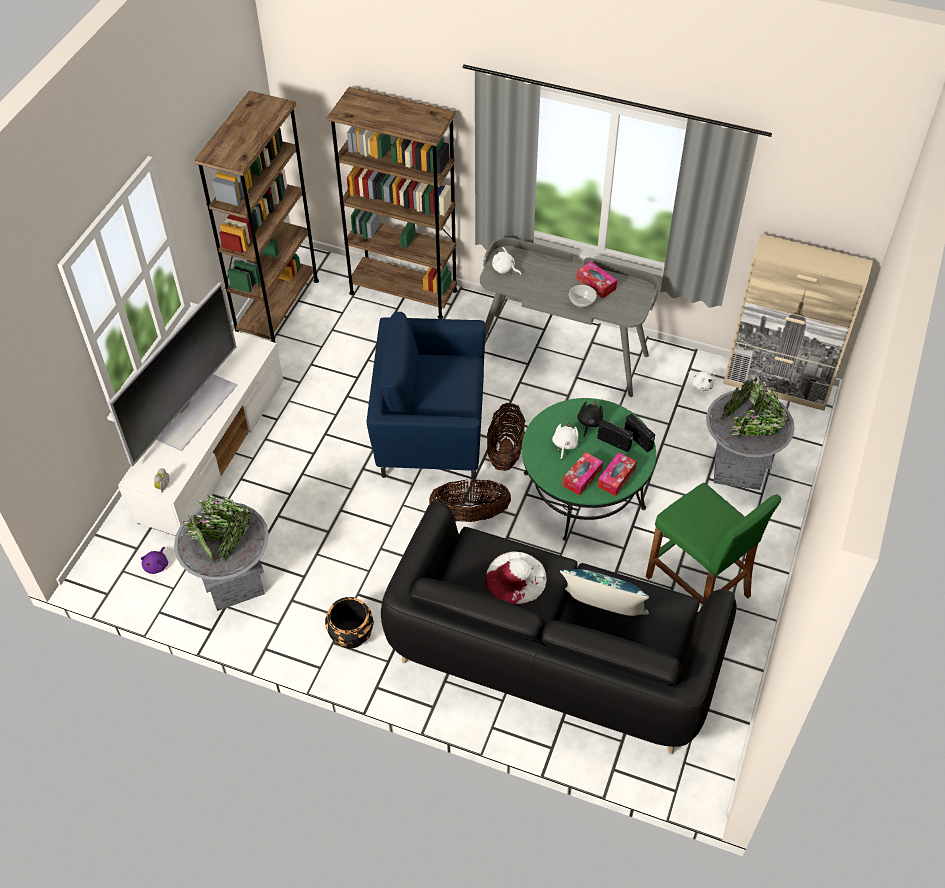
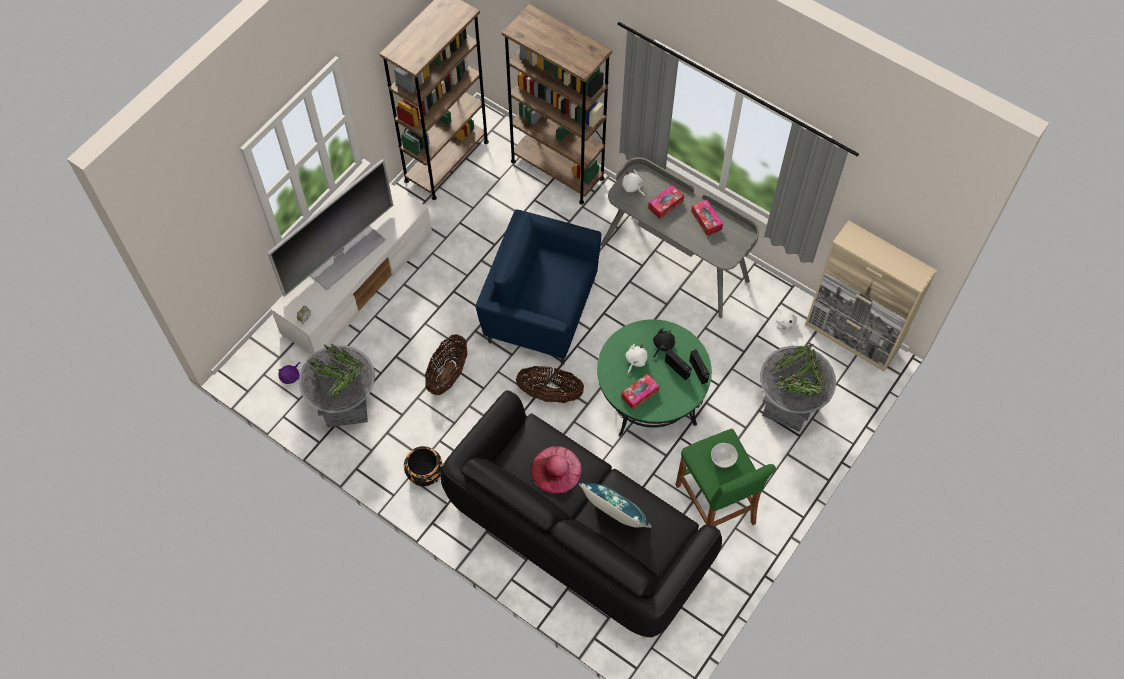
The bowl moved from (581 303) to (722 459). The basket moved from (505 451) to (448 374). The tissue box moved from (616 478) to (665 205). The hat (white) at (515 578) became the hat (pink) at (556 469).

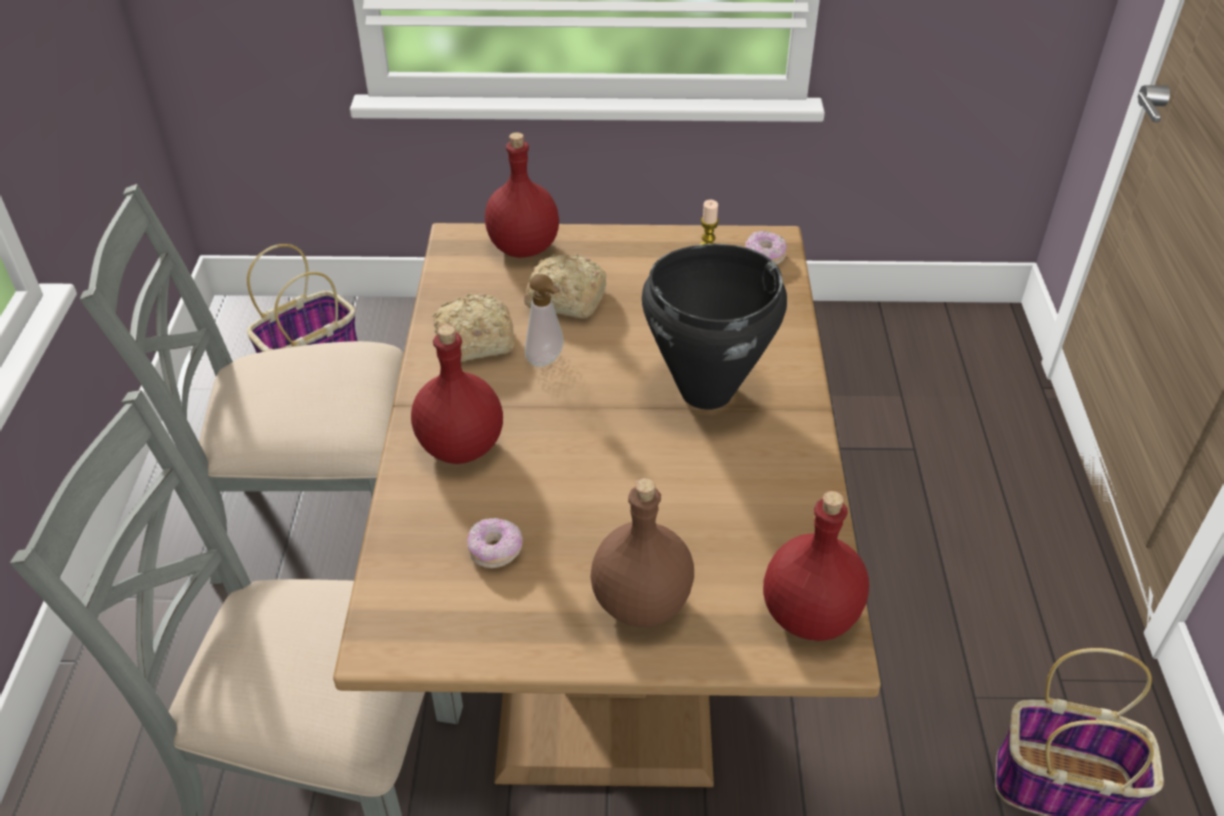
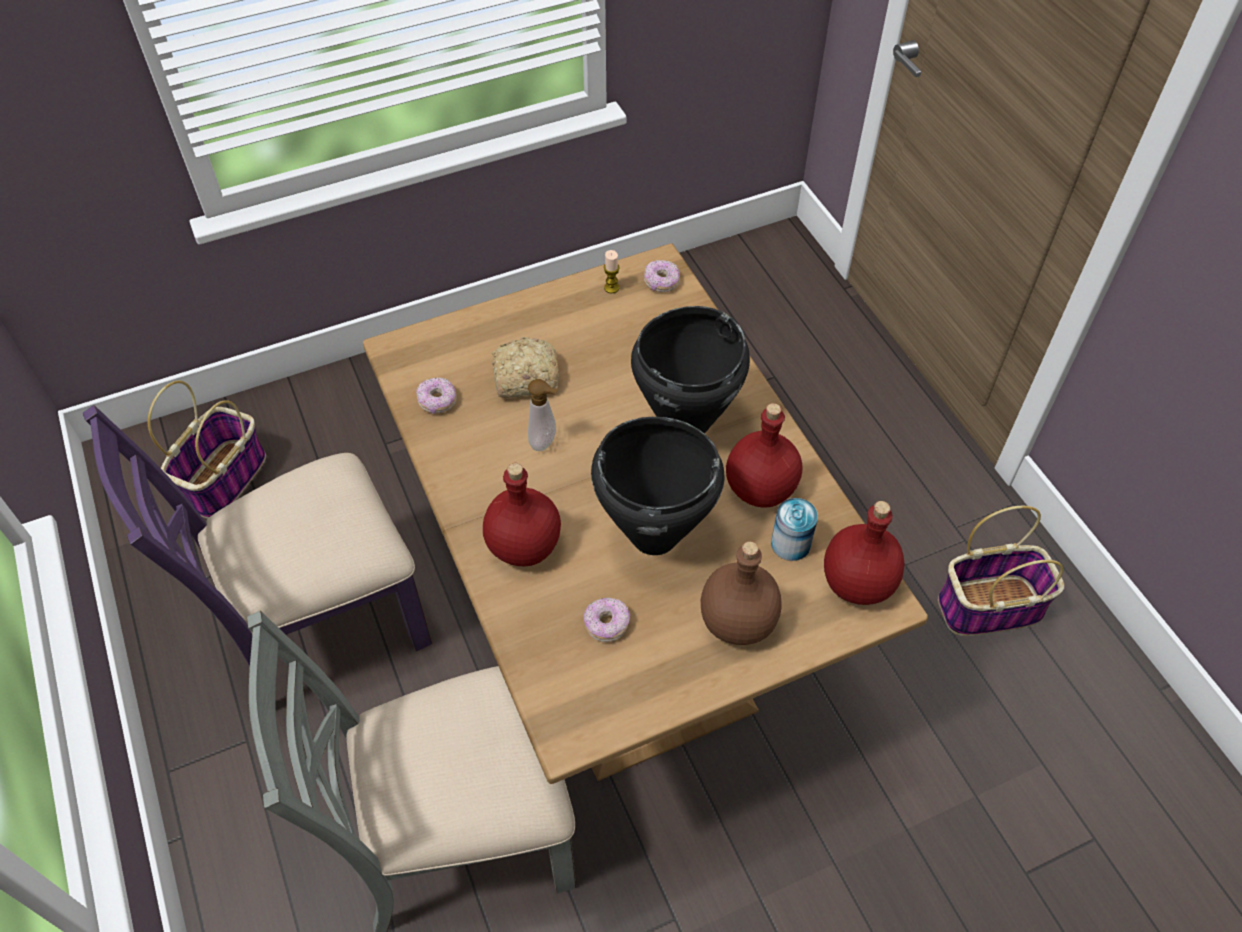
The bottle (red) moved from (523 247) to (759 488). The chair (grey) at (315 519) became the chair (purple) at (318 624). The bread at (472 342) disappeared. The donut at (437 401) appeared. The cooking pot (black) at (653 534) appeared. The can at (790 544) appeared.

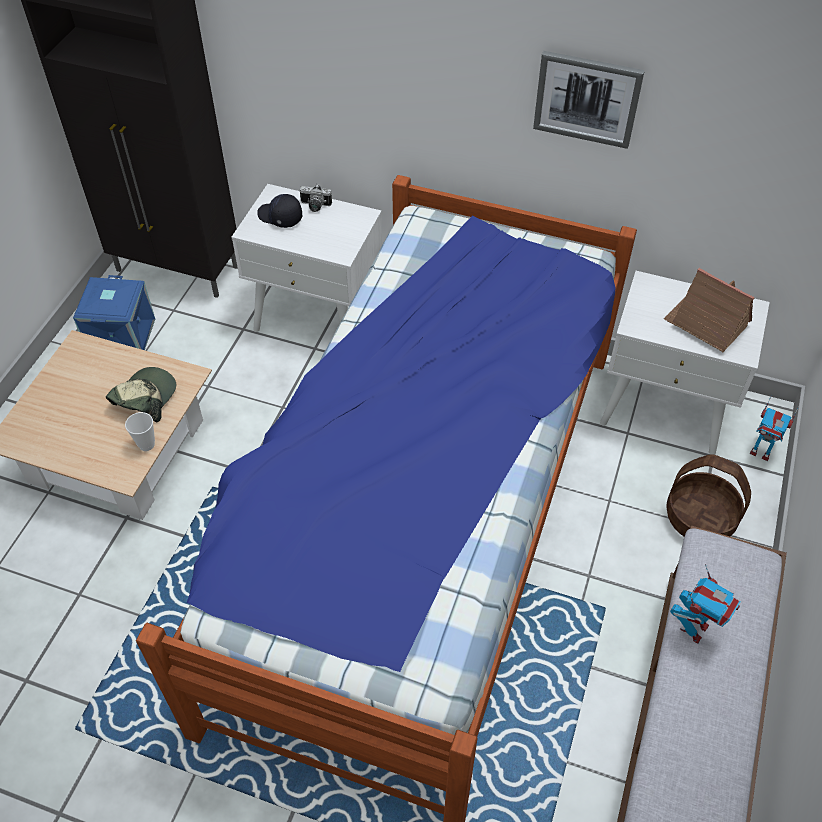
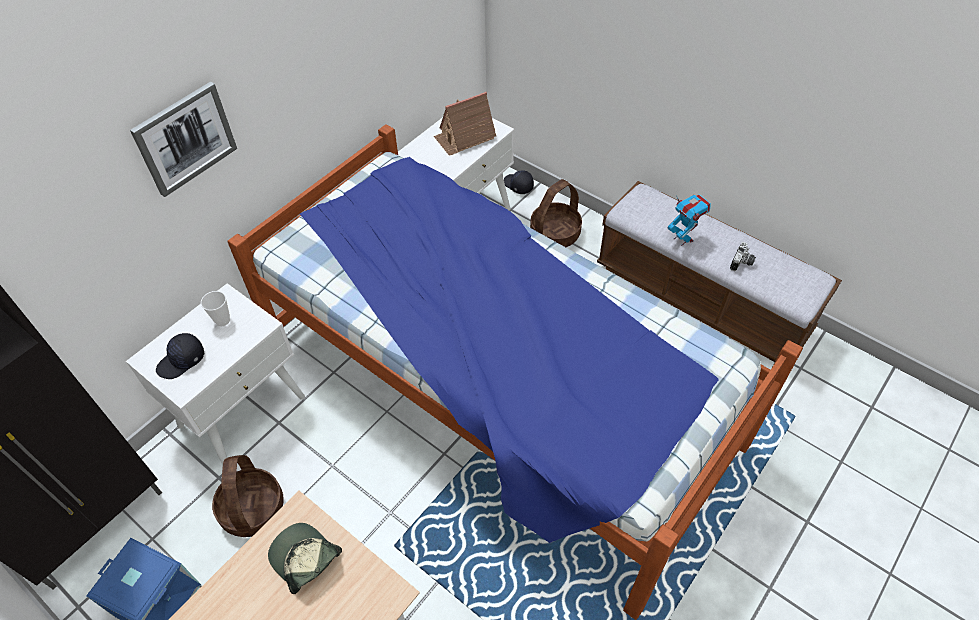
The picture moved from (587 98) to (185 138). The photo camera moved from (315 206) to (742 263). The toy robot at (761 451) was replaced by the cap (black) at (518 185). The cup moved from (146 444) to (222 320). The basket at (252 508) appeared.

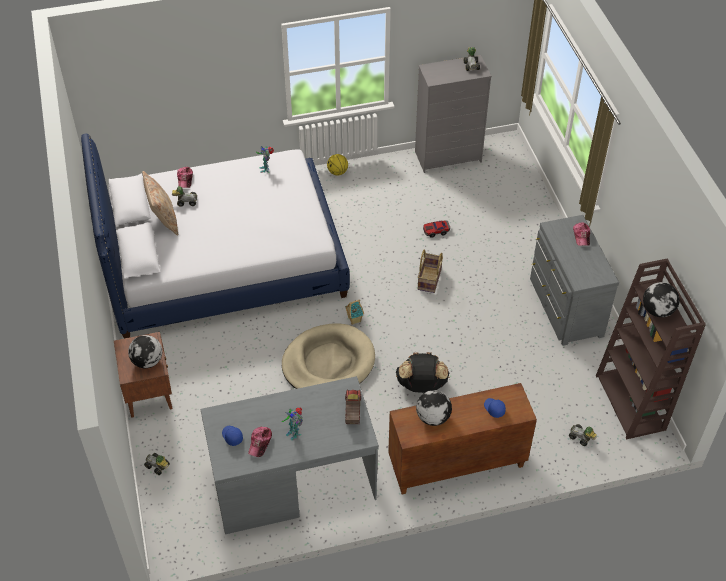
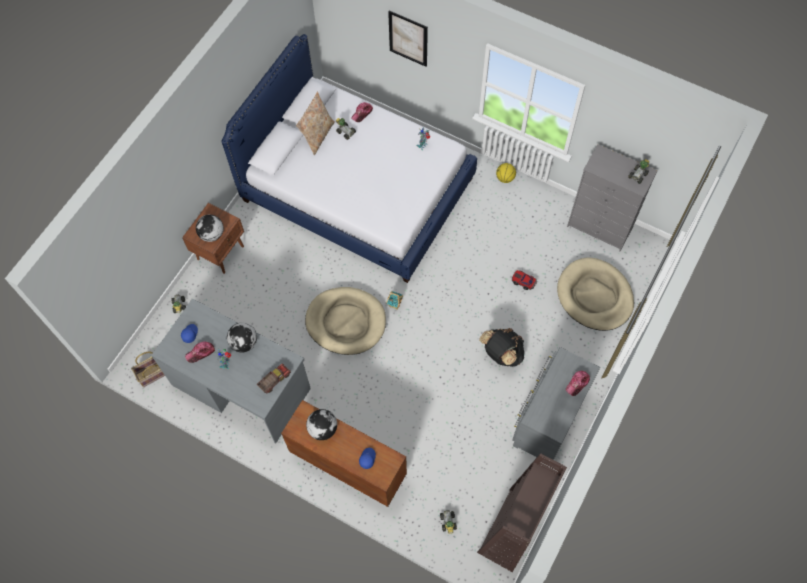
The basket moved from (430 279) to (153 374). The globe moved from (658 310) to (244 343). The backpack (black) moved from (421 385) to (501 354). The picture at (408 38) appeared. The dog bed (beige) at (594 296) appeared.

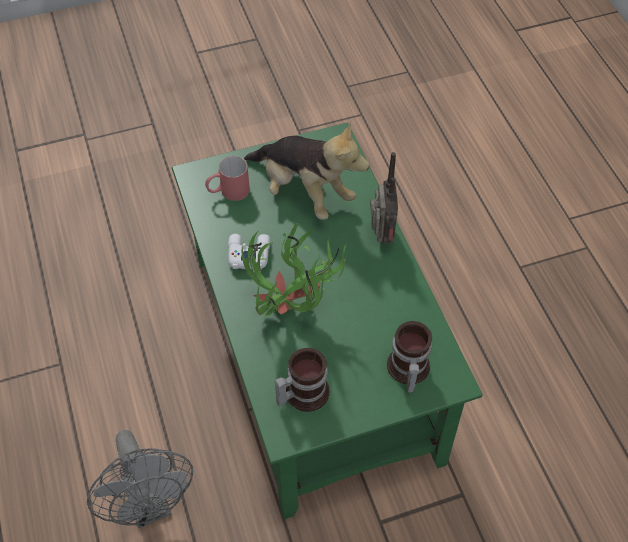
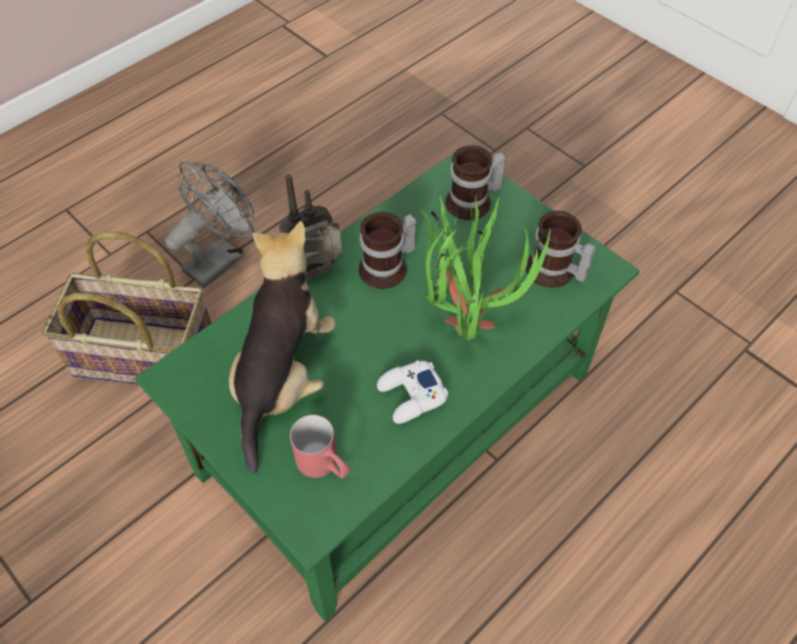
The fan (grey) moved from (150 505) to (221 258). The mug at (388 268) appeared. The basket at (143 357) appeared.

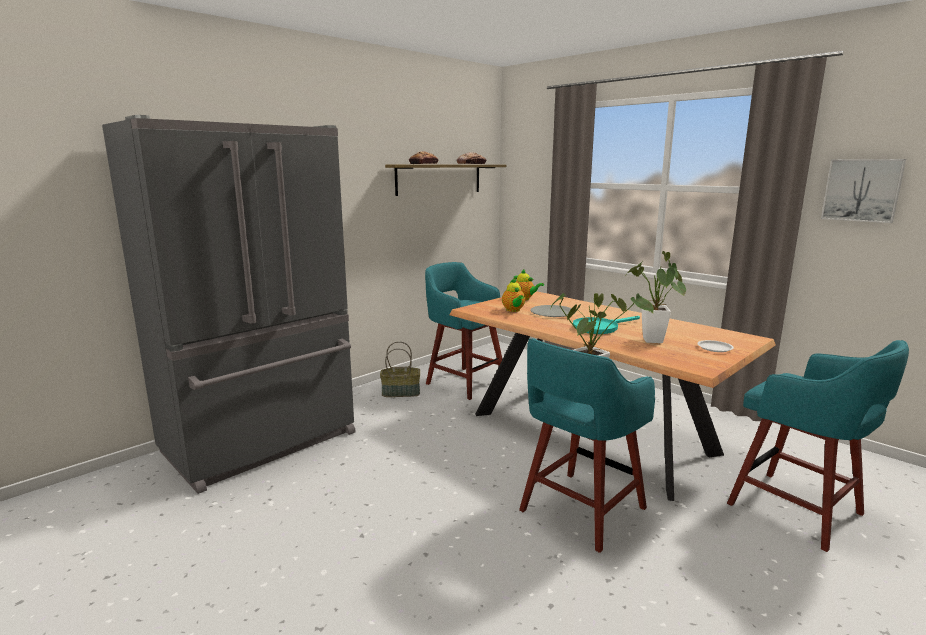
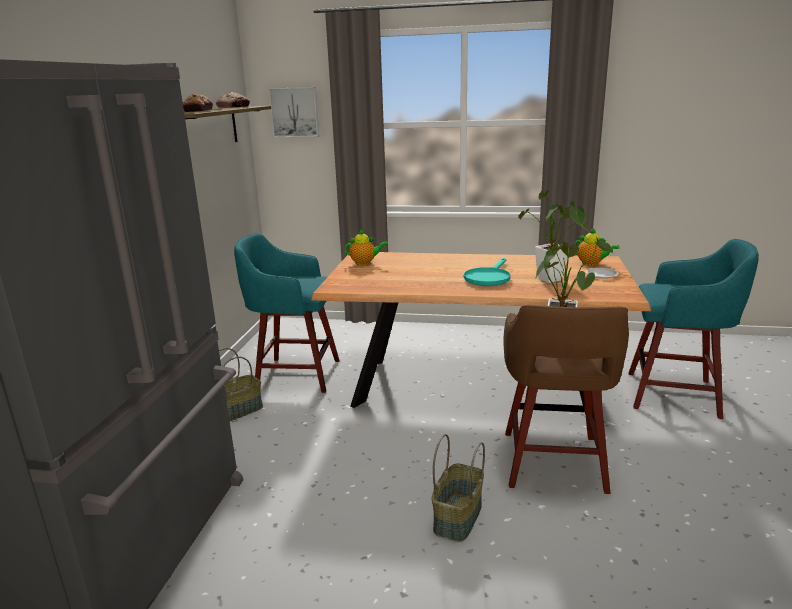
The picture moved from (862 190) to (295 112). The teapot moved from (513 310) to (592 263). The plate (grey) at (552 312) disappeared. The stool (turquoise) at (580 511) became the stool (brown) at (553 463). The basket at (458 518) appeared.

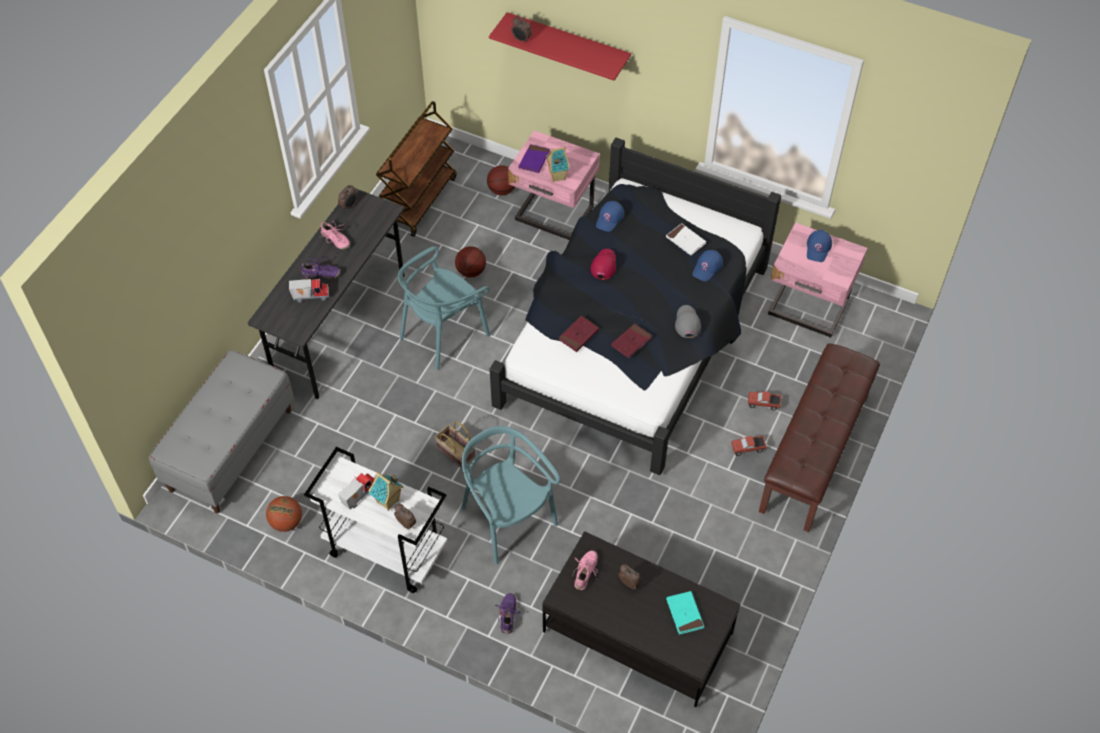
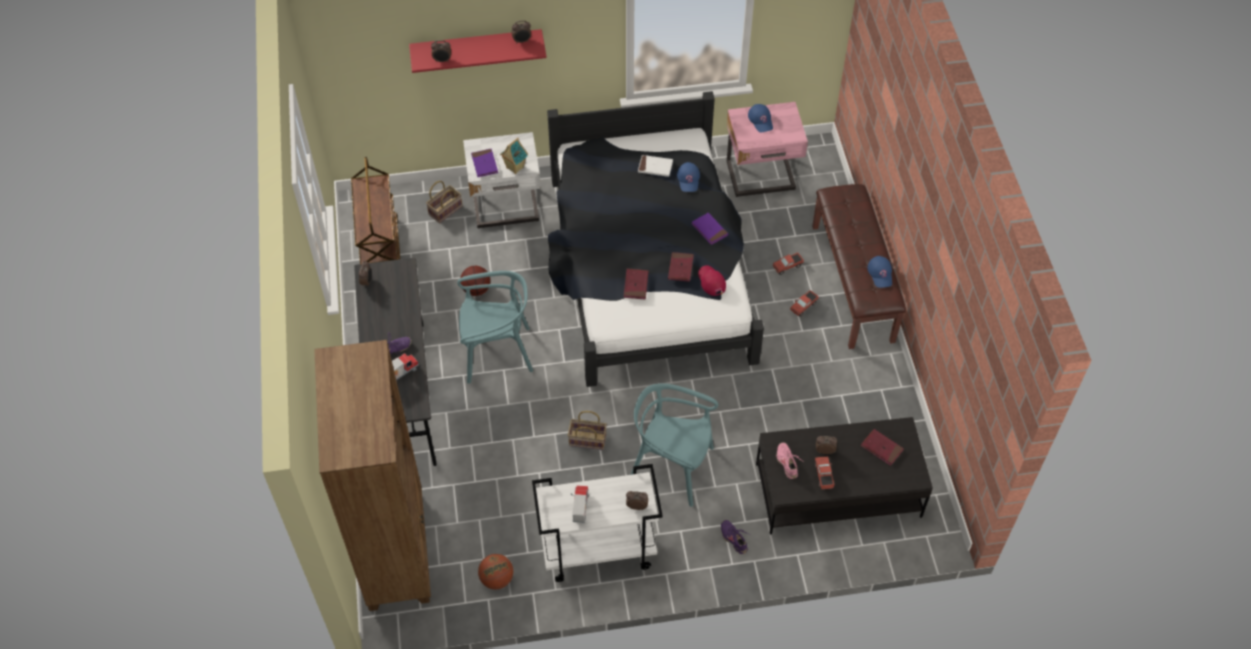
The nightstand (pink) at (553 216) became the nightstand (white) at (506 208). The basketball at (502 190) was replaced by the basket at (445 209). The cap (blue) moved from (609 218) to (880 273). The shoe (pink) at (335 240) disappeared. The chair (turquoise) at (443 334) turned 105 degrees counterclockwise. The cap (red) moved from (604 265) to (711 281). The cap (grey) at (687 322) was replaced by the book (purple) at (709 230). The bench (grey) at (231 449) was replaced by the bookcase (brown) at (396 550). The toy house at (388 502) disappeared. The book (turquoise) at (684 613) became the book (red) at (881 448). The alarm clock at (522 41) appeared. The toy truck at (823 476) appeared.

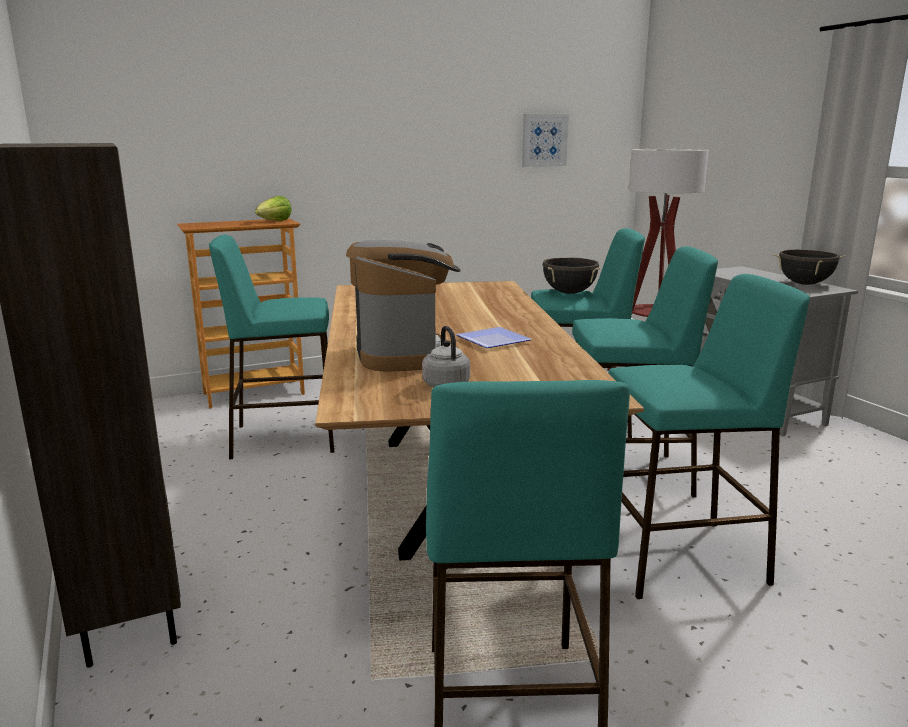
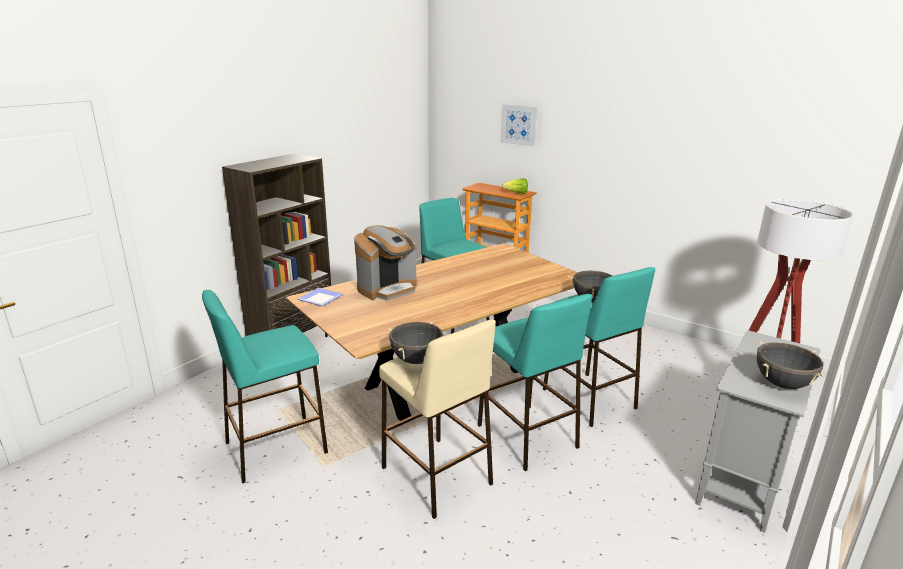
The picture moved from (544 140) to (519 124). The stool (turquoise) at (680 558) became the stool (beige) at (437 476). The kettle (grey) at (445 383) disappeared. The plate moved from (496 341) to (320 299). The cooking pot (black) at (416 360) appeared.

